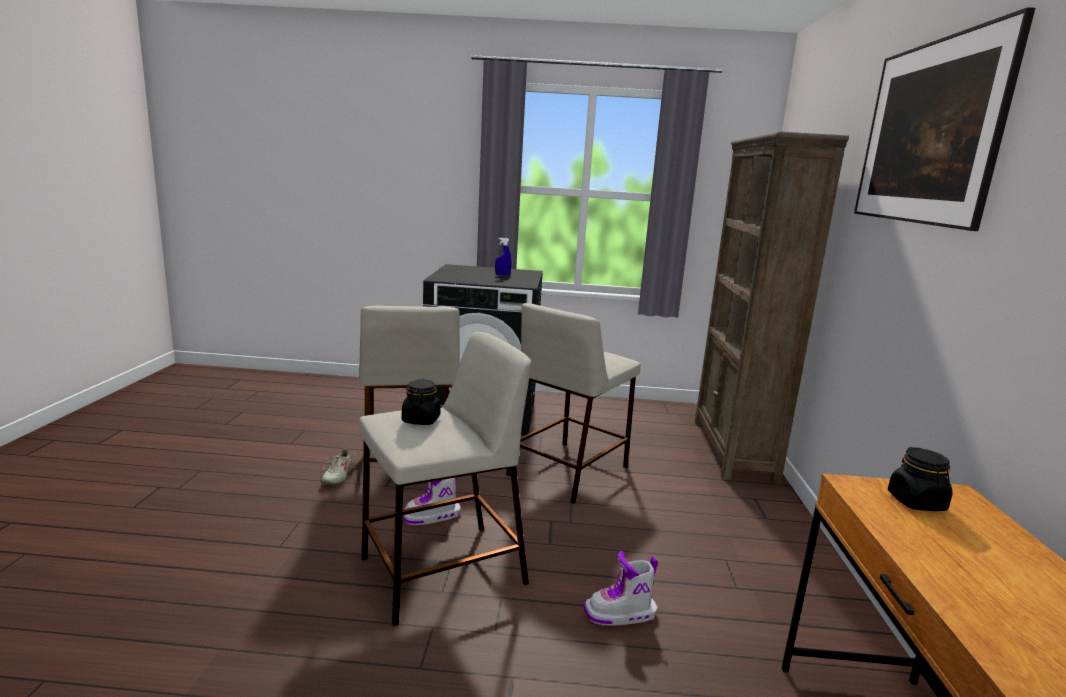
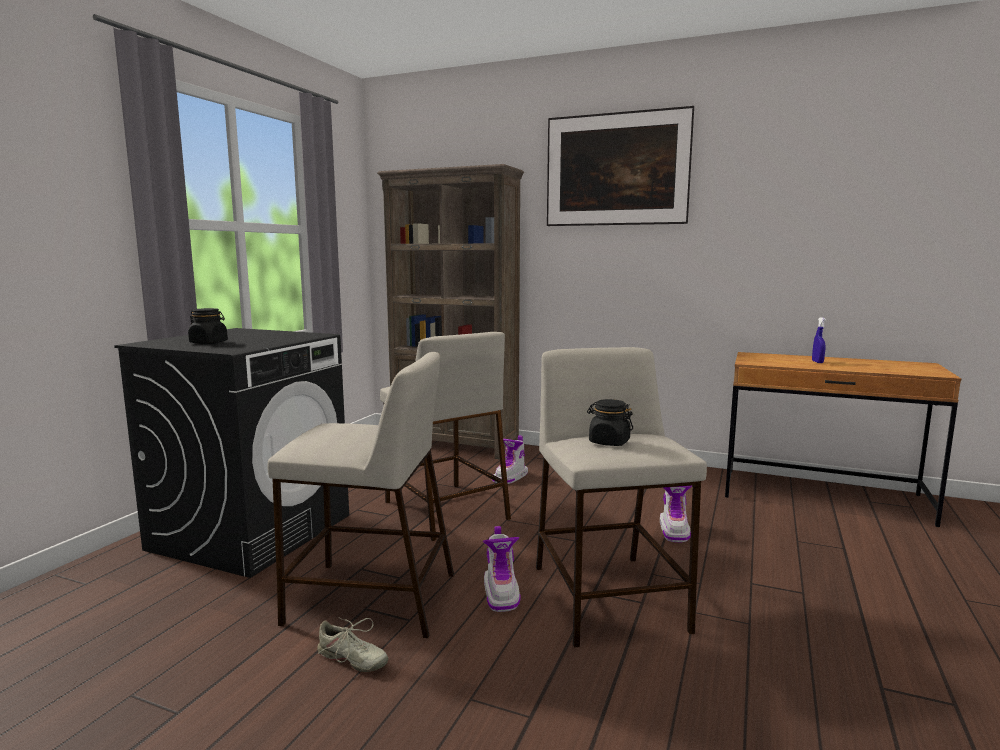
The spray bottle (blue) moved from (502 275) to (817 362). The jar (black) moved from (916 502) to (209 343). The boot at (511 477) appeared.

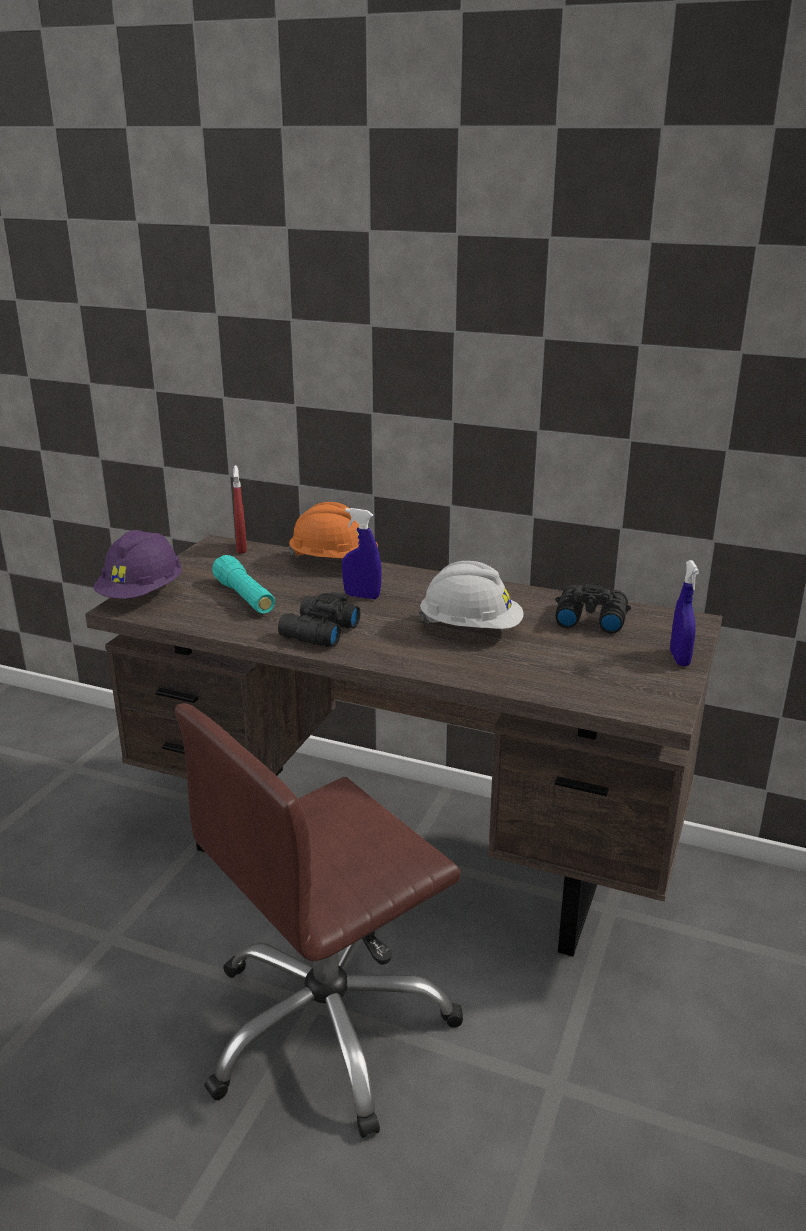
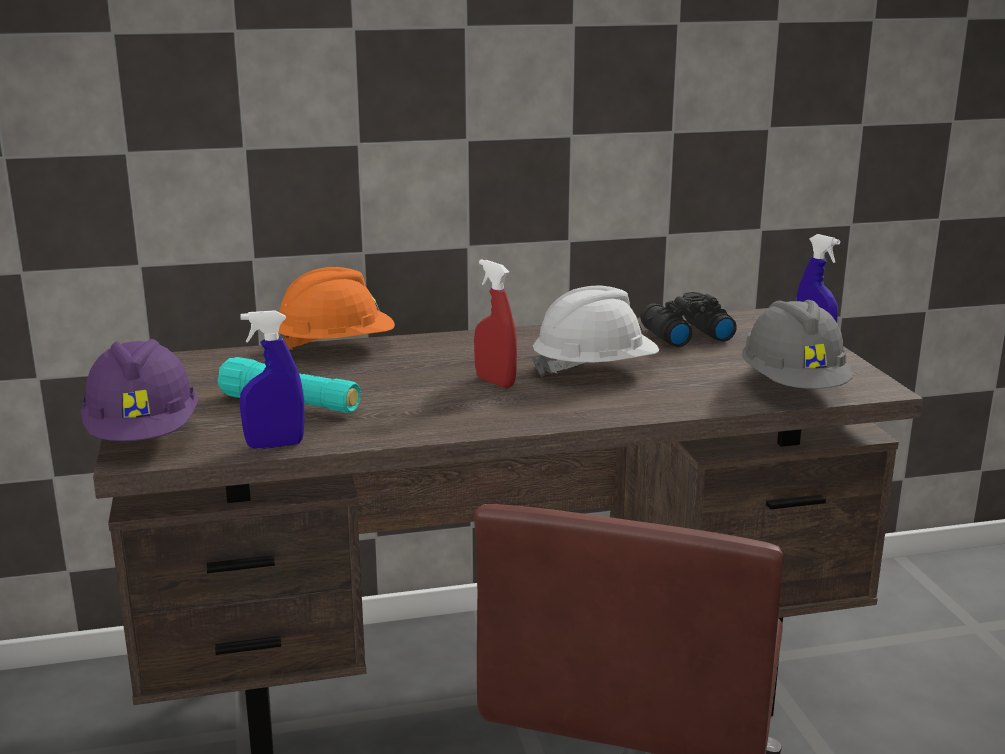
The spray bottle (red) moved from (241 548) to (495 382). The spray bottle (blue) moved from (362 596) to (275 445). The binoculars (black) at (317 632) disappeared. The hard hat (grey) at (793 387) appeared.

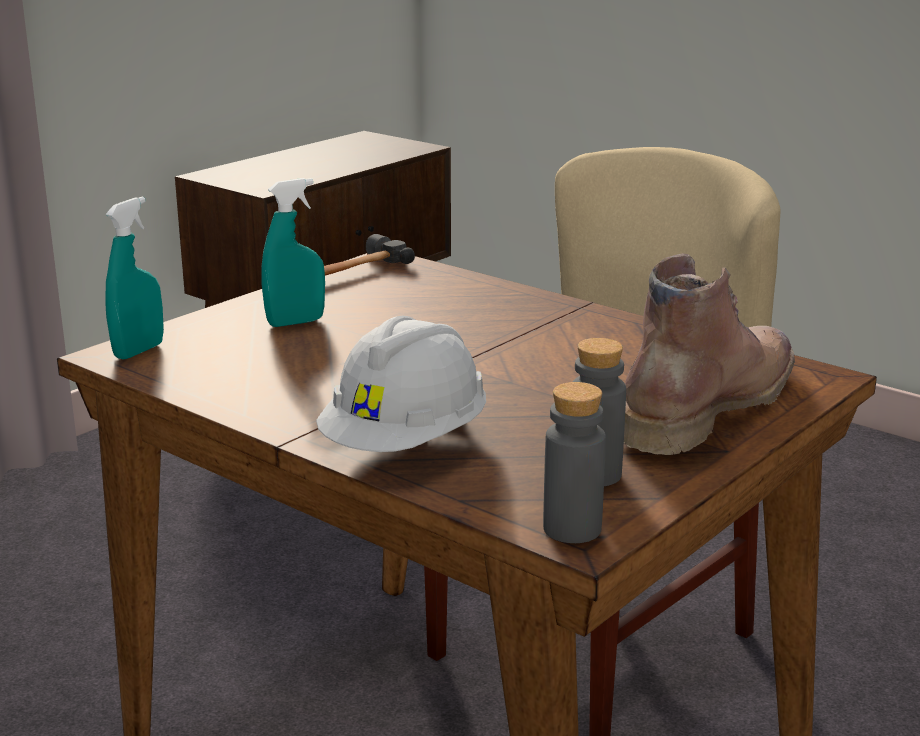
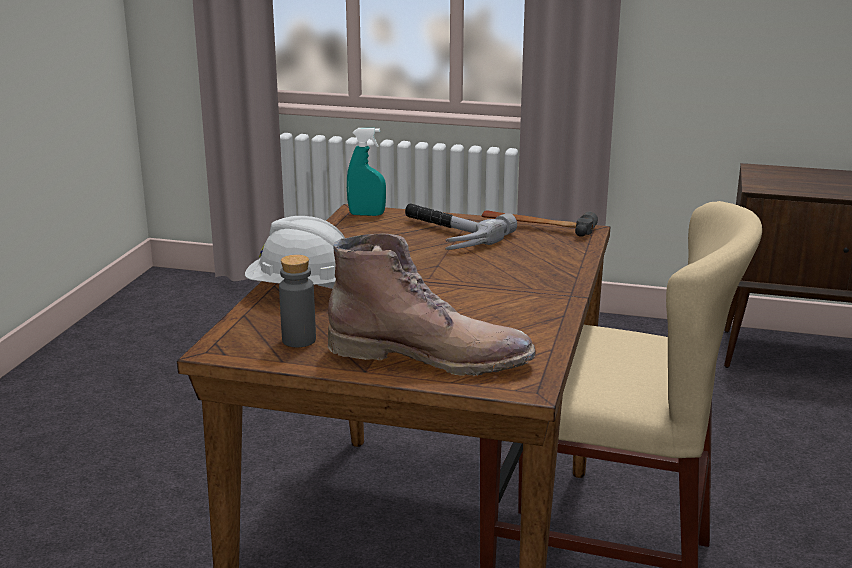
The spray bottle (turquoise) at (295 322) was replaced by the hammer at (446 234). The bottle (grey) at (572 529) disappeared.

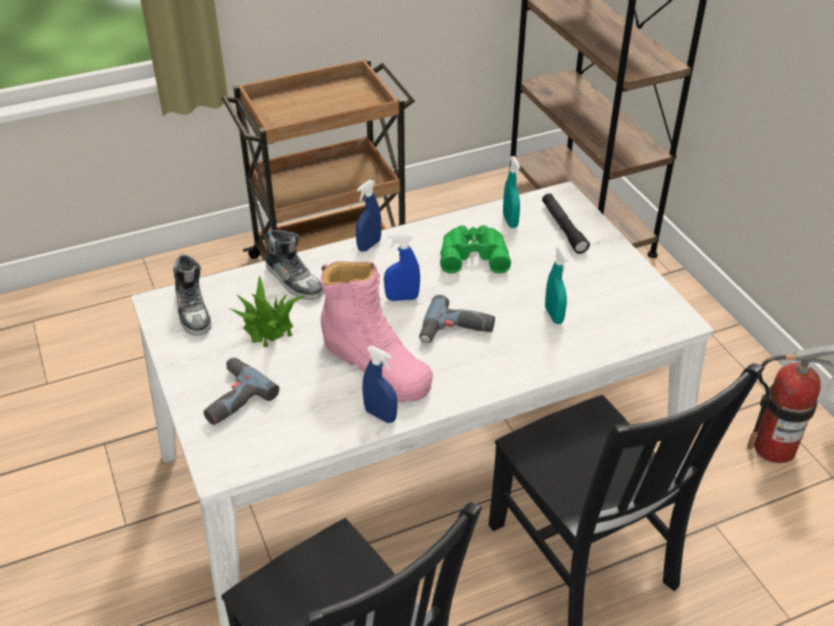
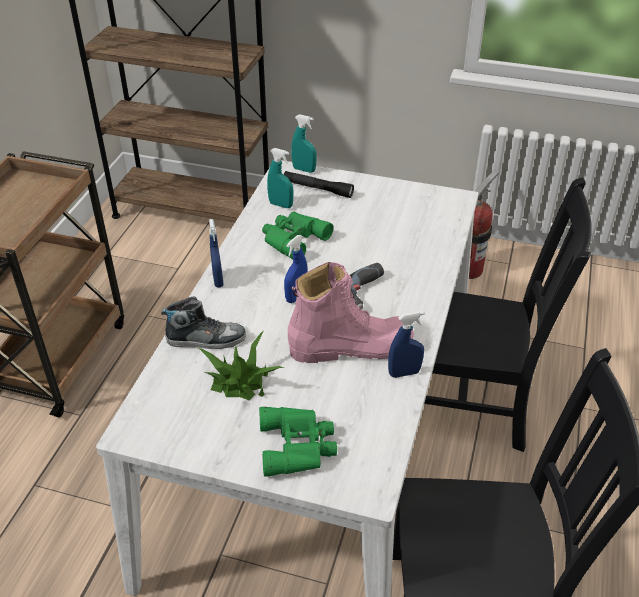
The spray bottle (turquoise) moved from (554 315) to (304 170). The shoe at (193 310) disappeared. The power drill at (230 397) was replaced by the binoculars (green) at (298 445).

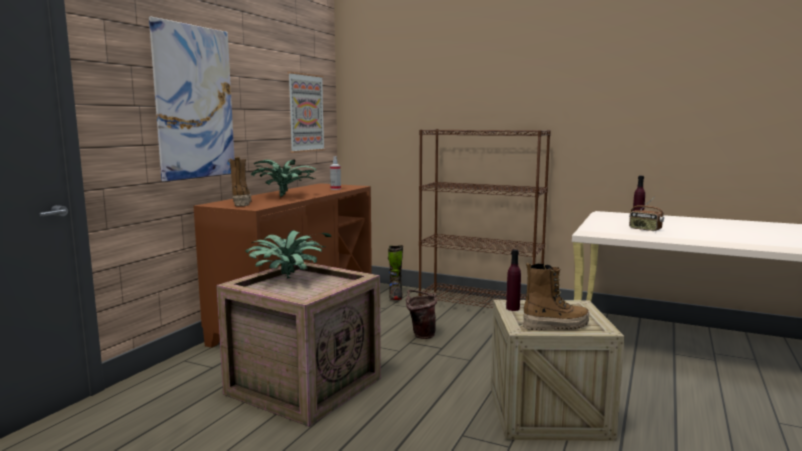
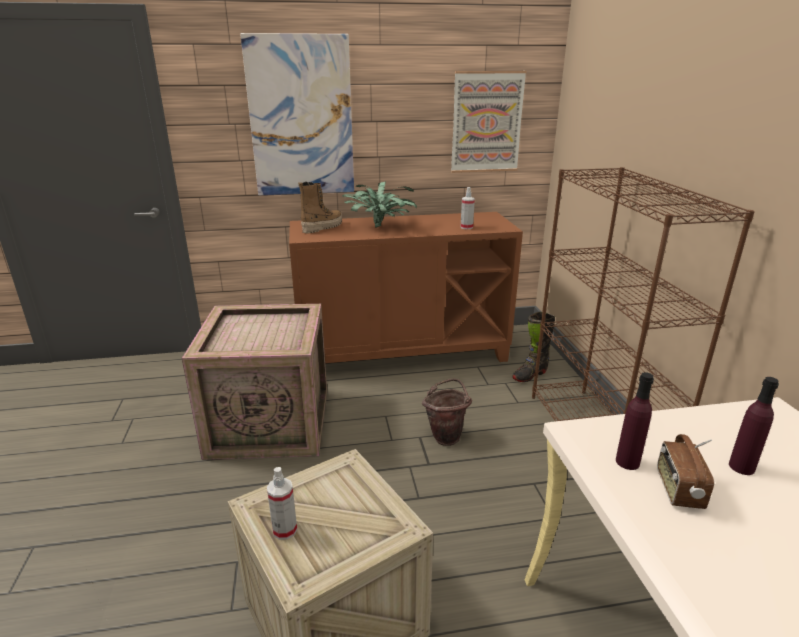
The potted plant at (289 280) disappeared. The bottle (purple) moved from (512 308) to (627 462). The boot at (555 326) was replaced by the spray bottle at (285 530).

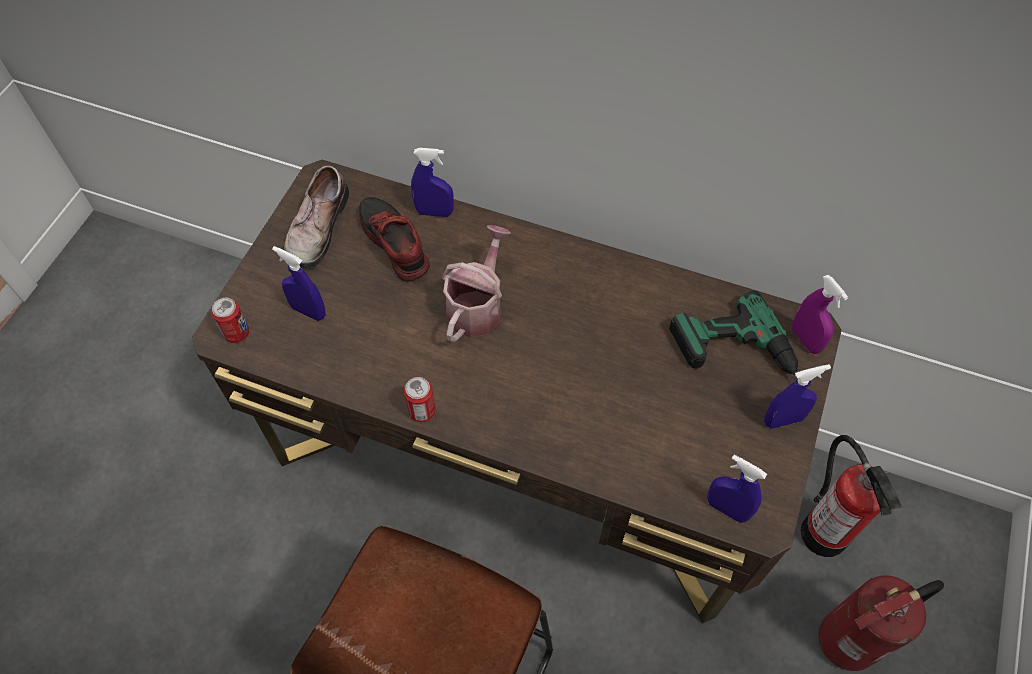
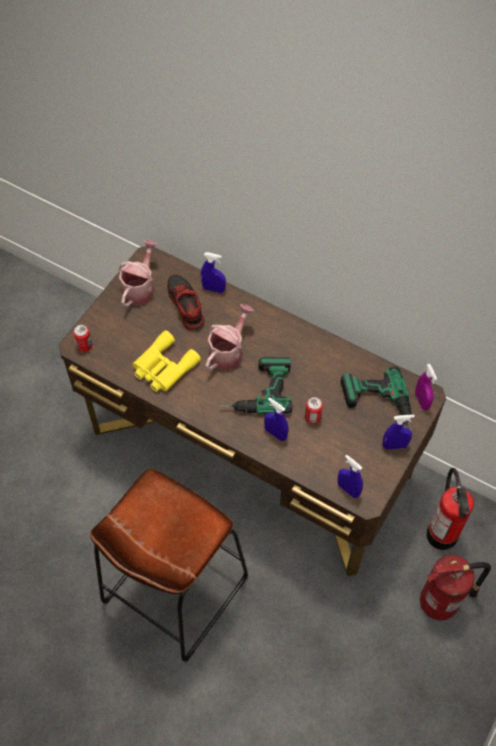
The shoe at (316 226) was replaced by the watering can at (140 287). The spray bottle (blue) moved from (308 311) to (275 434). The can moved from (422 411) to (312 418). The binoculars (yellow) at (163 367) appeared. The power drill at (255 390) appeared.

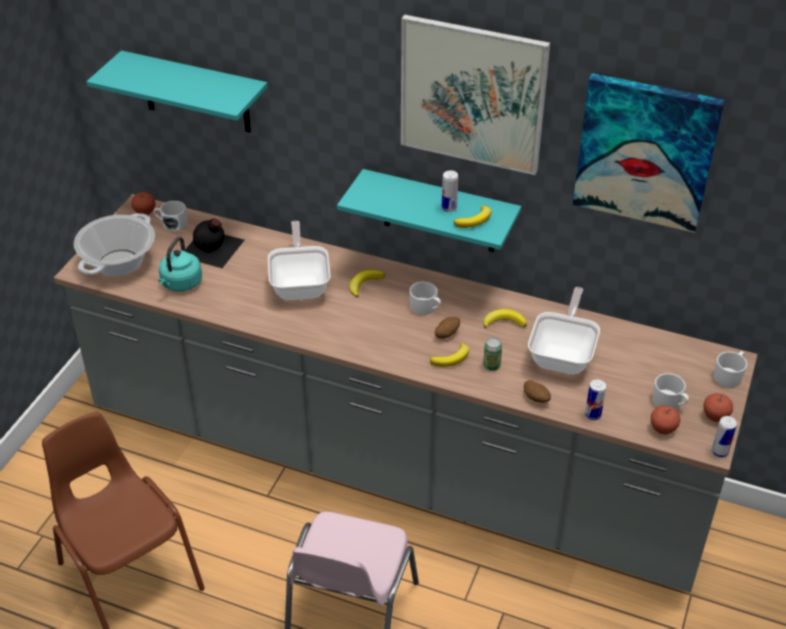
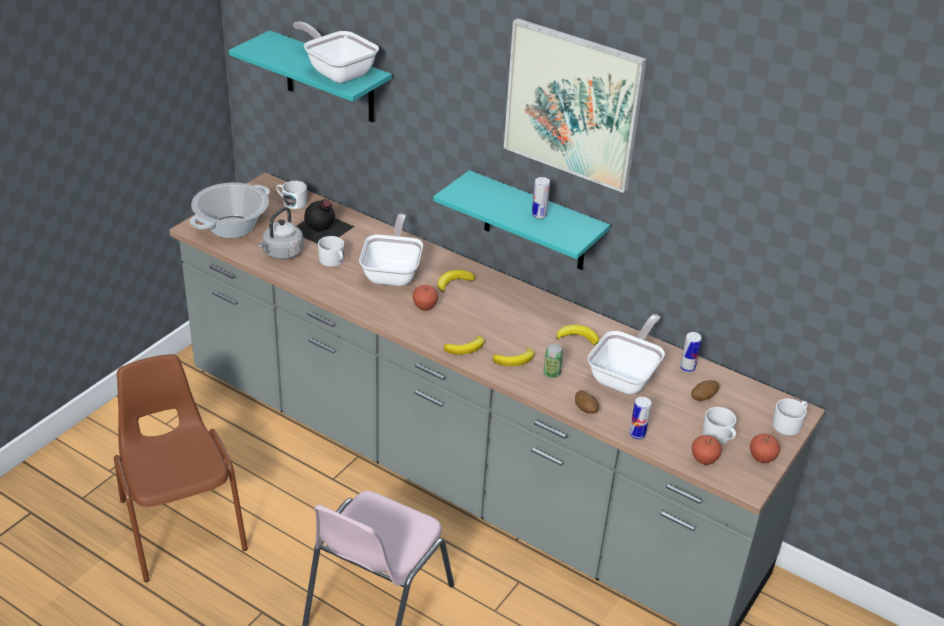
The picture at (645 152) disappeared. The apple moved from (145 212) to (425 307). The banana moved from (475 220) to (466 348). The kettle (turquoise) at (180 284) became the kettle (grey) at (281 254). The mug (white) moved from (426 308) to (333 261). The potato moved from (446 334) to (703 397). The can moved from (719 452) to (687 368). The frying pan at (337 72) appeared.

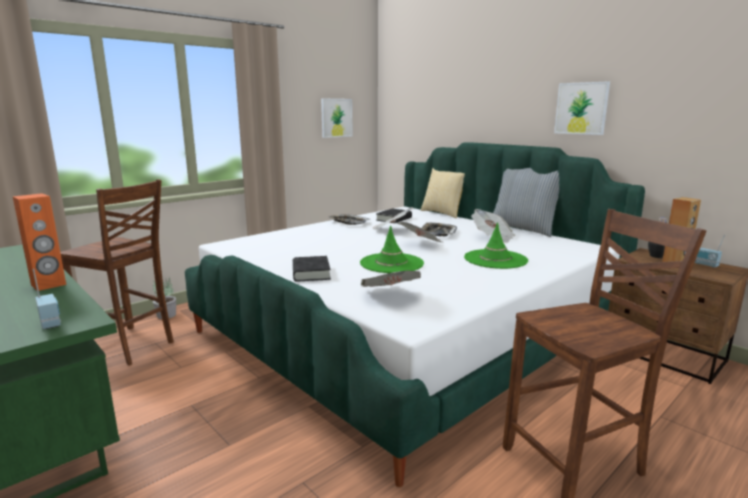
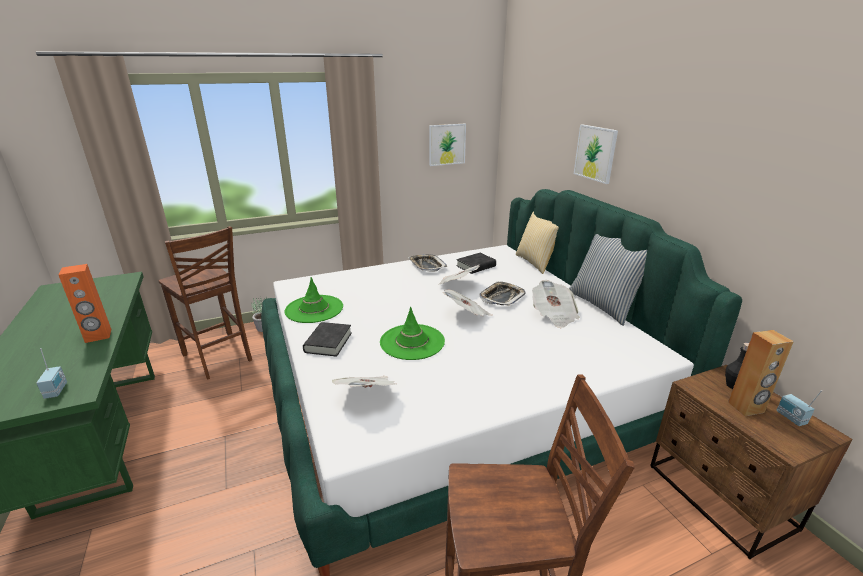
The picture moved from (581 108) to (595 153). The hat (green) moved from (495 259) to (314 309).

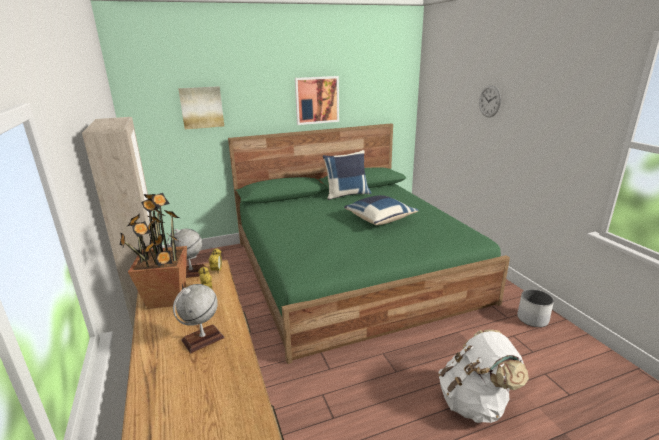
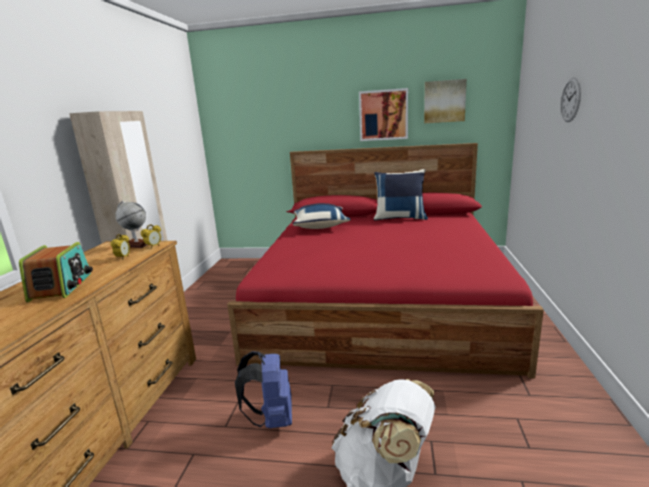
The picture moved from (201 107) to (444 101). The bed (green) at (352 269) became the bed (red) at (380 299). The potted plant at (166 298) disappeared. The pillow (blue) moved from (379 219) to (320 226). The globe at (203 339) was replaced by the radio at (62 287). The planter (white) at (532 319) disappeared. The backpack (blue) at (272 419) appeared.

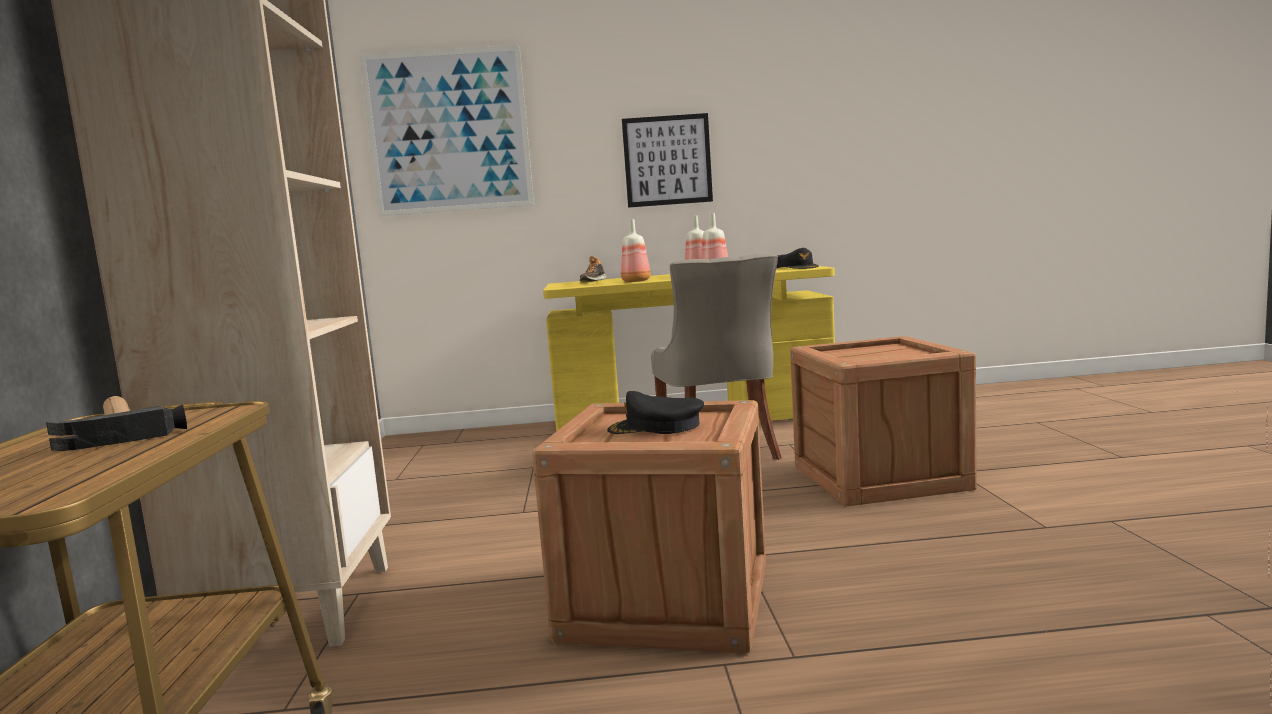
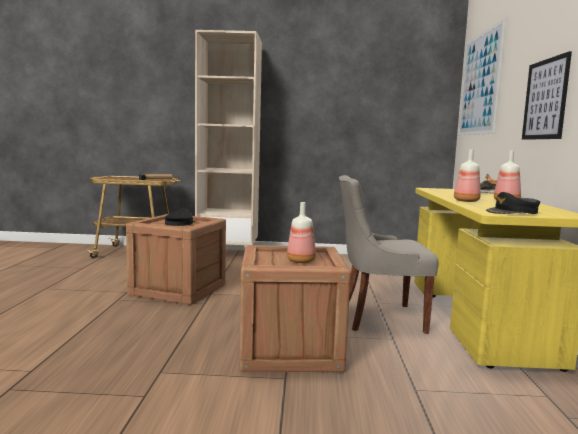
The bottle moved from (635 281) to (301 261).

